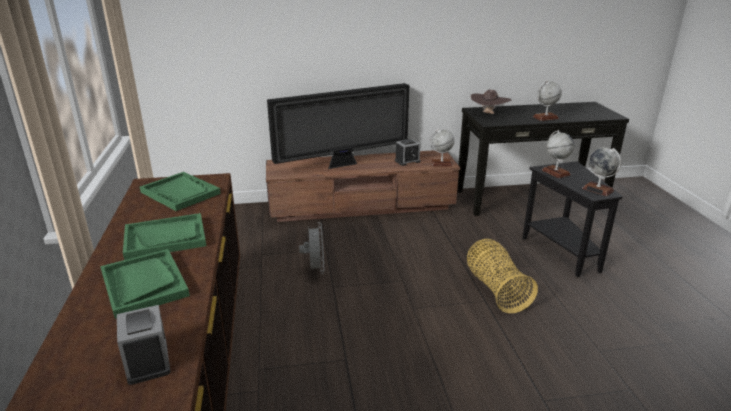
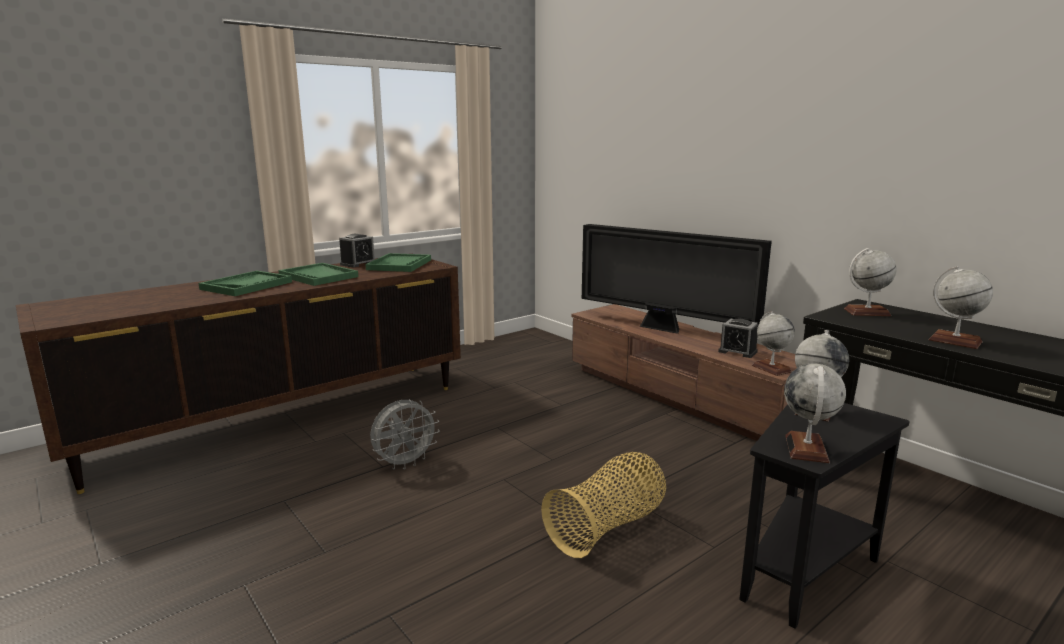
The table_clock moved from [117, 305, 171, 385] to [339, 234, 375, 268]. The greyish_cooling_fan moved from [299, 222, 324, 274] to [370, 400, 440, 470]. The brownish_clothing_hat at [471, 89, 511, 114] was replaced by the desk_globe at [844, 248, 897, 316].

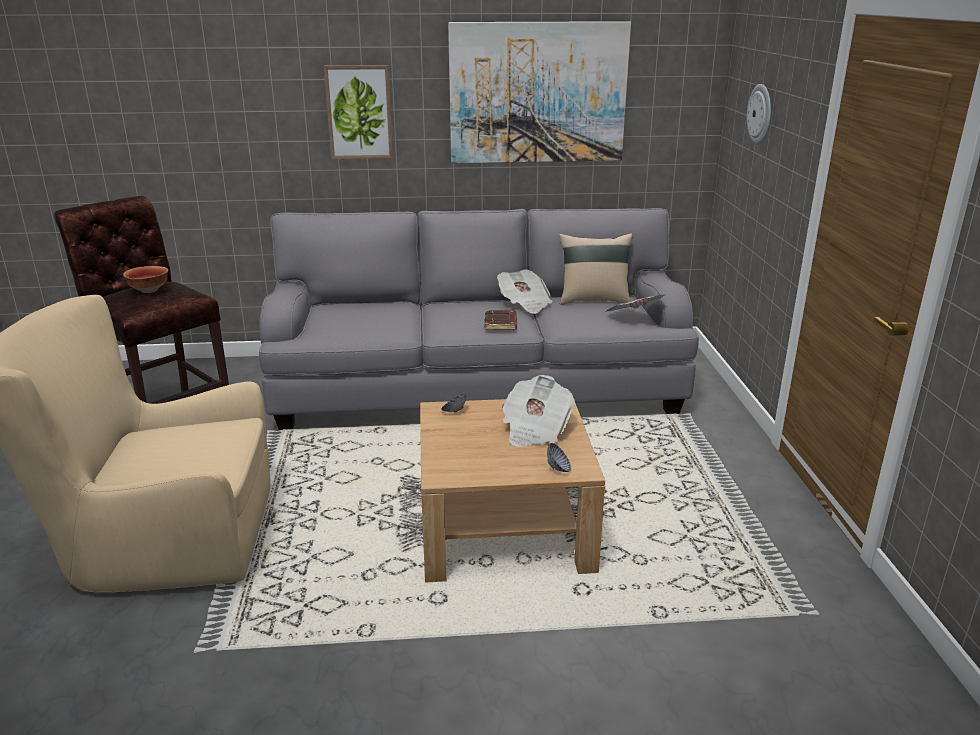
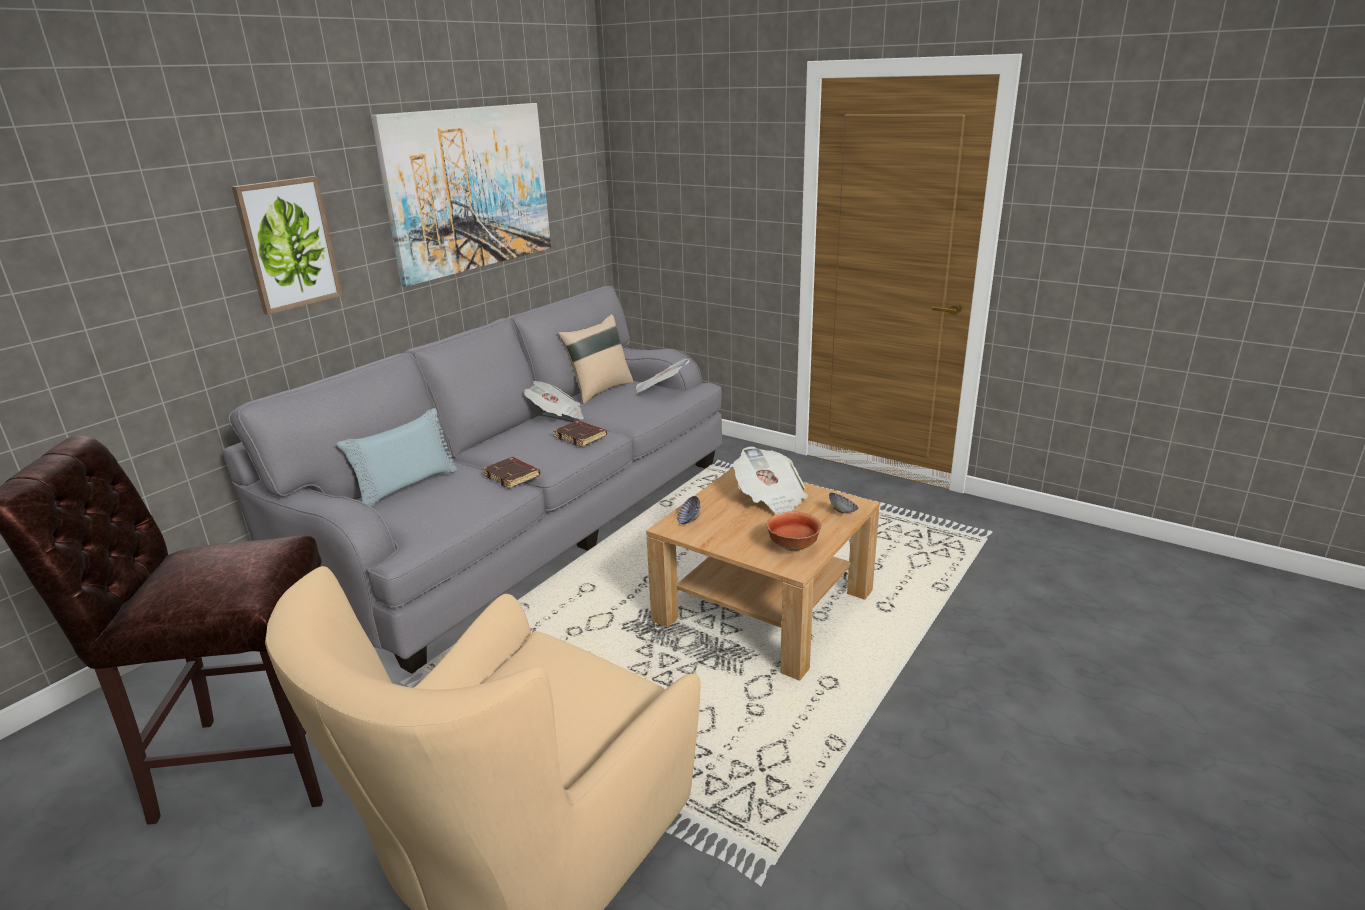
The blue-coloured_pillow at [337, 408, 457, 507] appeared. The brownish_volume at [482, 457, 540, 489] appeared. The serving_bowl moved from [123, 266, 168, 293] to [767, 511, 821, 551]. The wall_clock at [747, 84, 771, 144] disappeared.

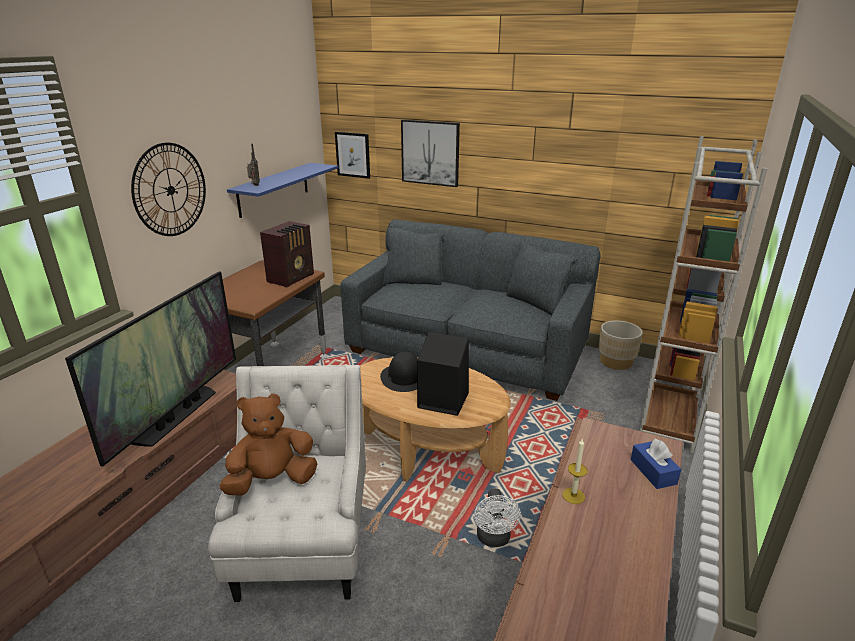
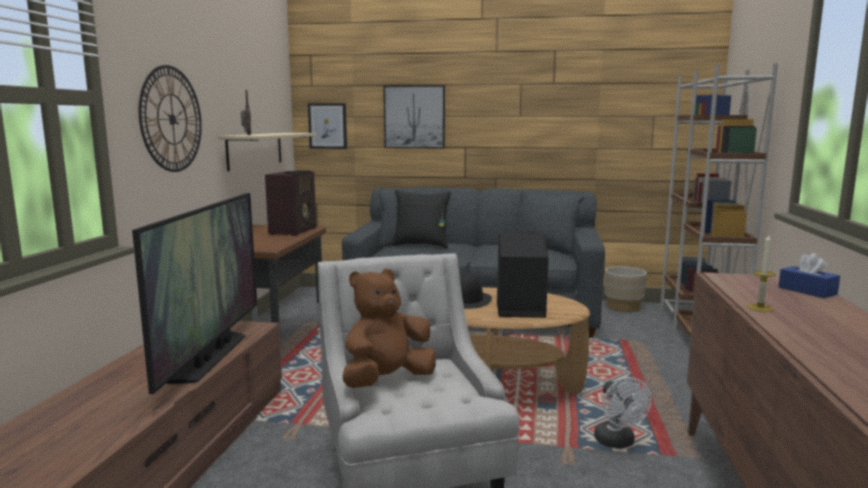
The blue-coloured_bracket_shelf at [227, 163, 338, 218] became the beige-coloured_bracket_shelf at [218, 133, 317, 171]. The black_pillow at [392, 190, 451, 249] appeared.

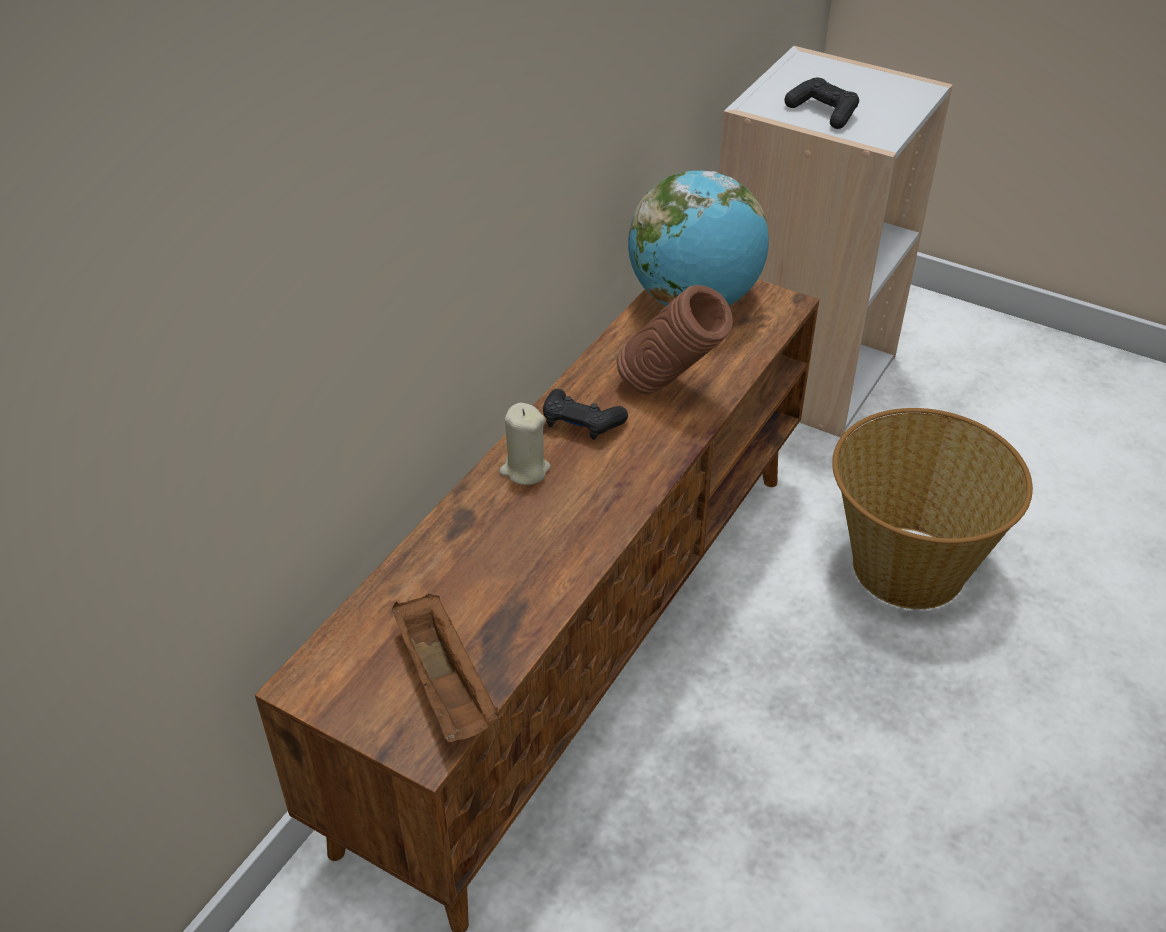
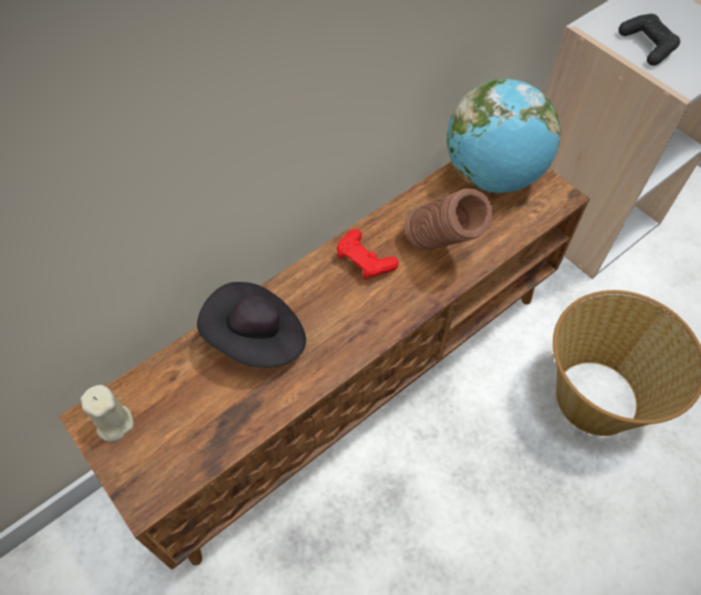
The beige-coloured_wax_candle moved from [499, 403, 551, 485] to [80, 385, 134, 442]. The black_clothing_hat at [197, 282, 306, 368] appeared. The black_game_controller at [543, 389, 628, 440] became the red_game_controller at [337, 229, 399, 279]. The brownish_tray at [392, 594, 499, 742] disappeared.

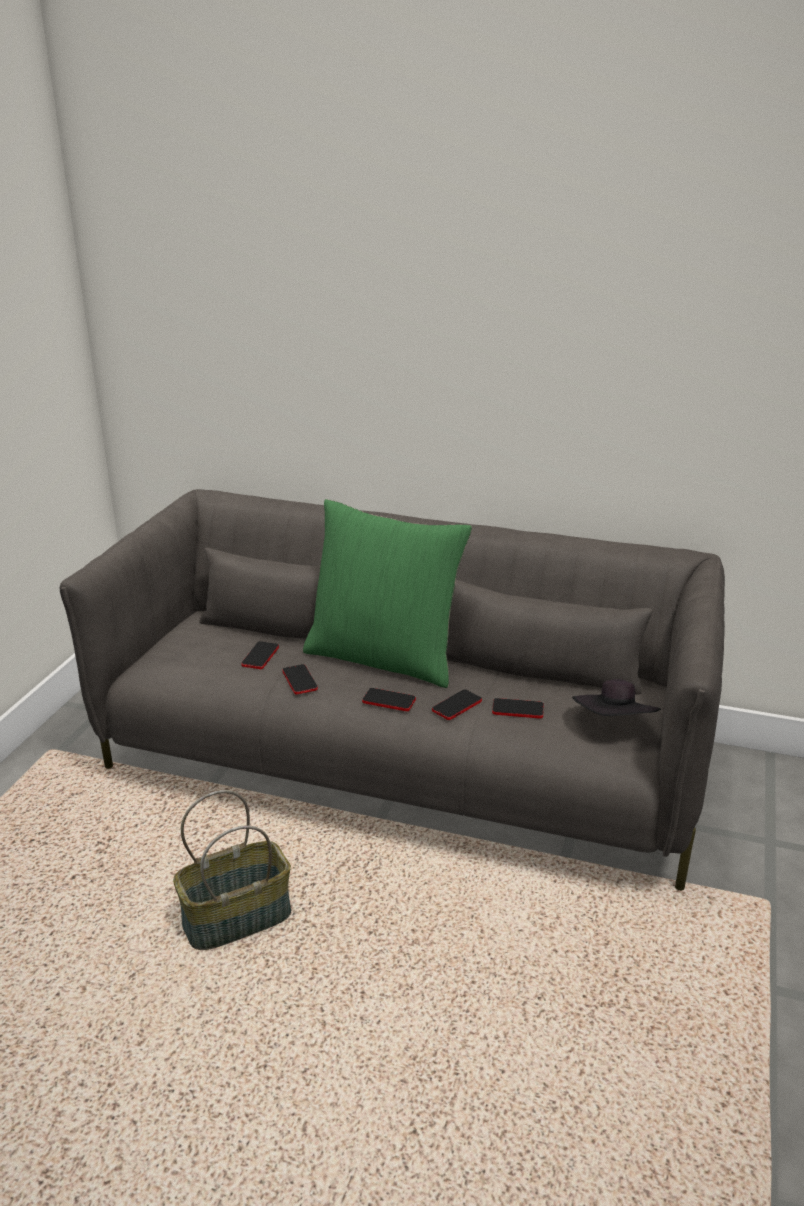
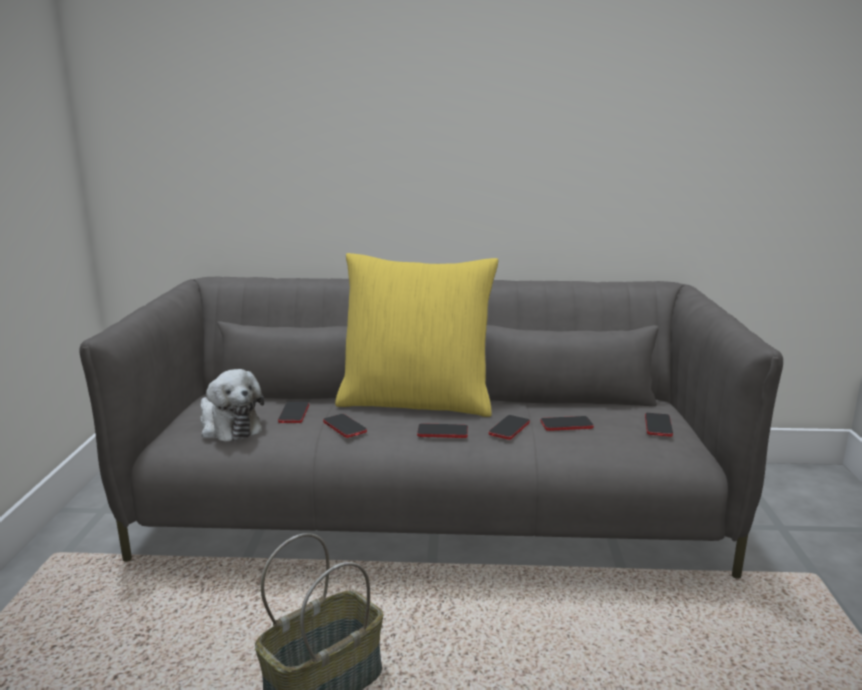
The cuddly_toy at [200, 369, 264, 441] appeared. The greenish_pillow at [303, 499, 472, 688] became the yellow-coloured_pillow at [335, 253, 499, 417]. The black_clothing_hat at [572, 679, 661, 716] was replaced by the telephone at [645, 413, 673, 437].

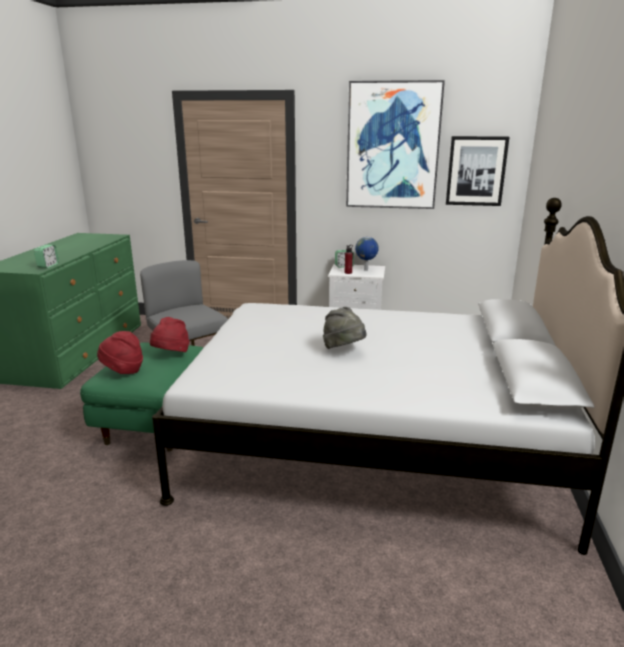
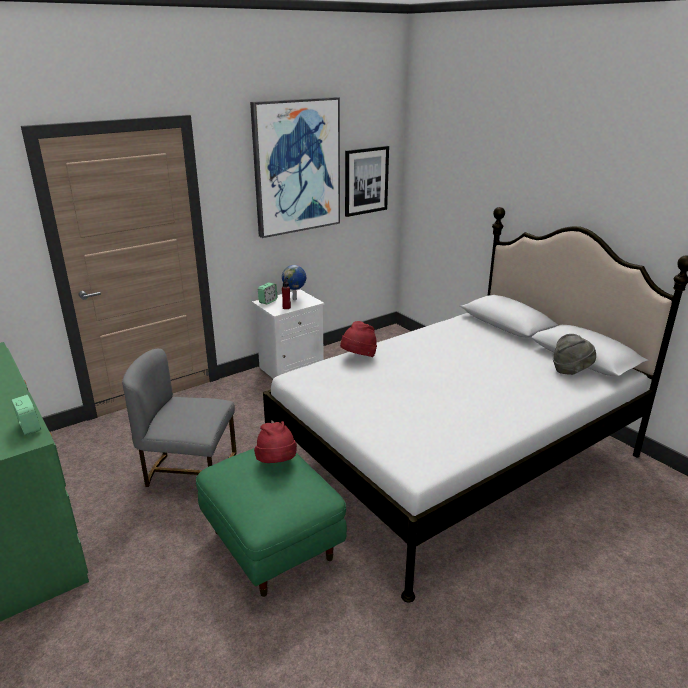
The red_clothing_hat moved from [97, 331, 143, 374] to [340, 321, 377, 357]. The greyish_clothing_hat moved from [323, 307, 367, 349] to [553, 334, 596, 375].

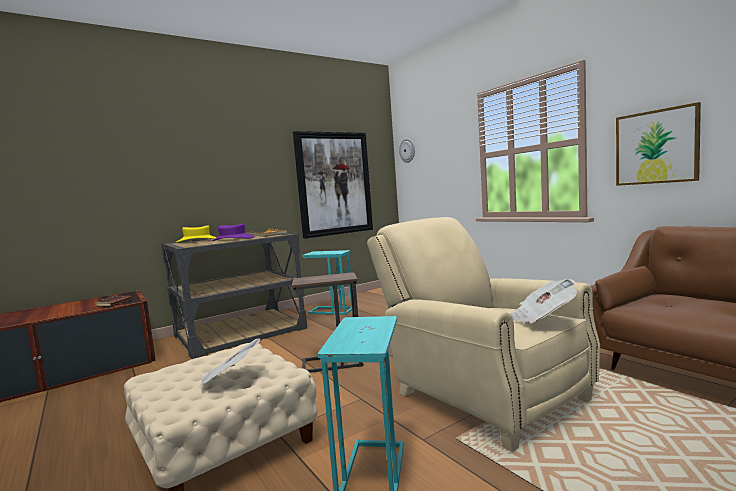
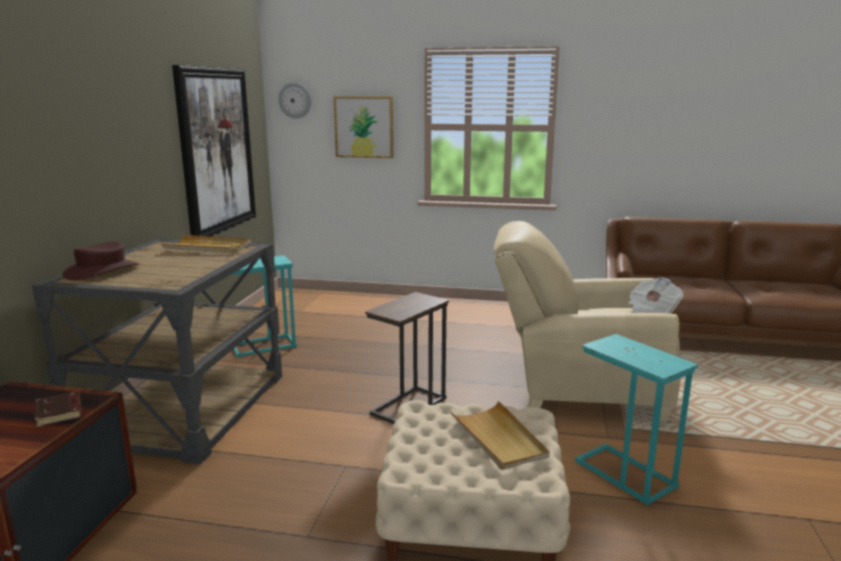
The yellow-coloured_clothing_hat at [175, 225, 217, 243] became the brownish_clothing_hat at [62, 241, 140, 280]. The picture moved from [616, 102, 701, 186] to [334, 96, 393, 158]. The daily_paper at [199, 338, 260, 387] was replaced by the beige-coloured_tray at [450, 401, 550, 470]. The purple-coloured_clothing_hat at [212, 224, 254, 241] disappeared.

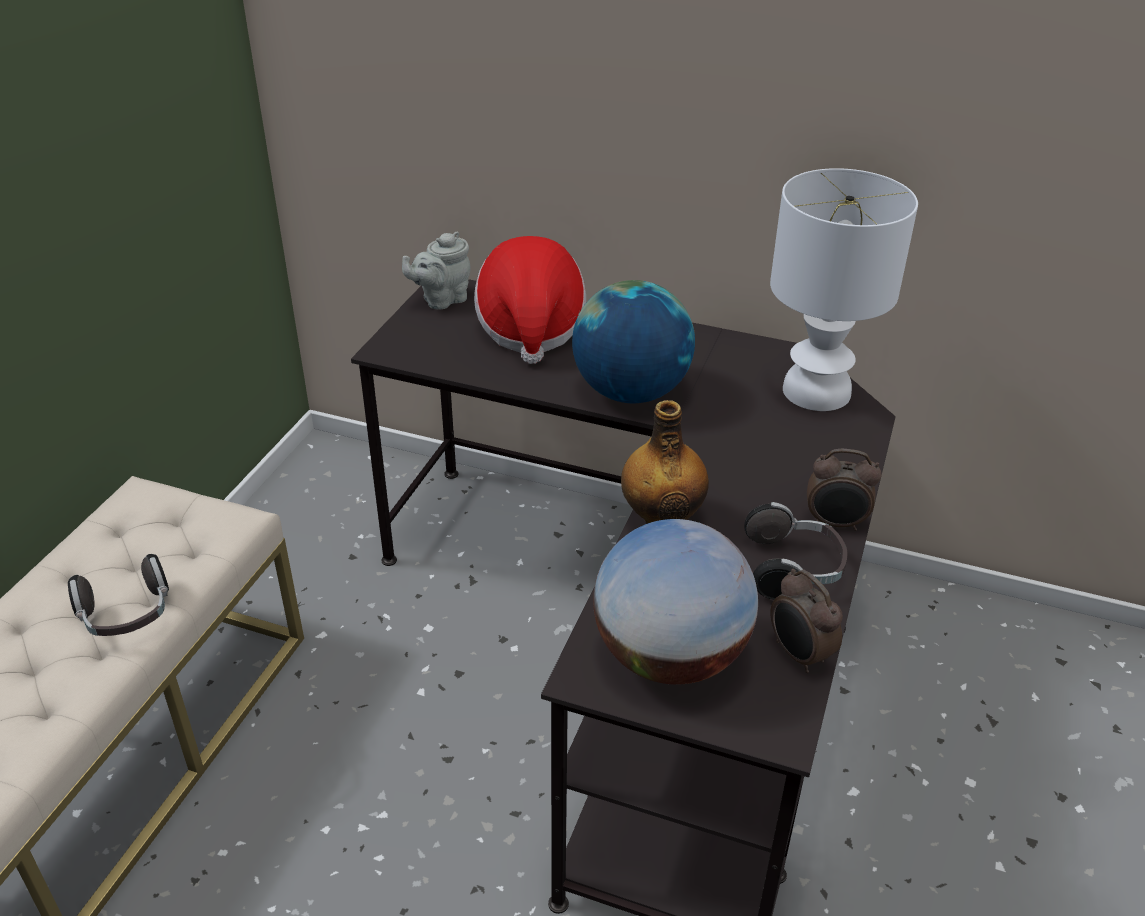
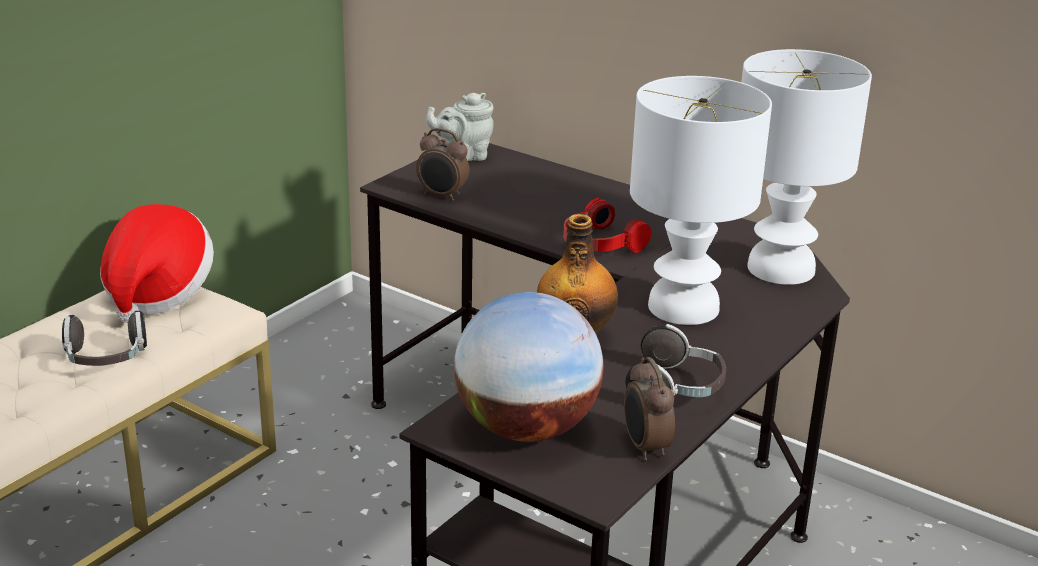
The clothing_hat moved from [474, 236, 586, 364] to [100, 204, 214, 323]. The table_clock moved from [807, 449, 882, 531] to [416, 128, 469, 201]. The desk_globe at [572, 280, 695, 403] was replaced by the headphones at [563, 197, 652, 253]. The white_tabletop_lamp at [630, 76, 772, 325] appeared.

